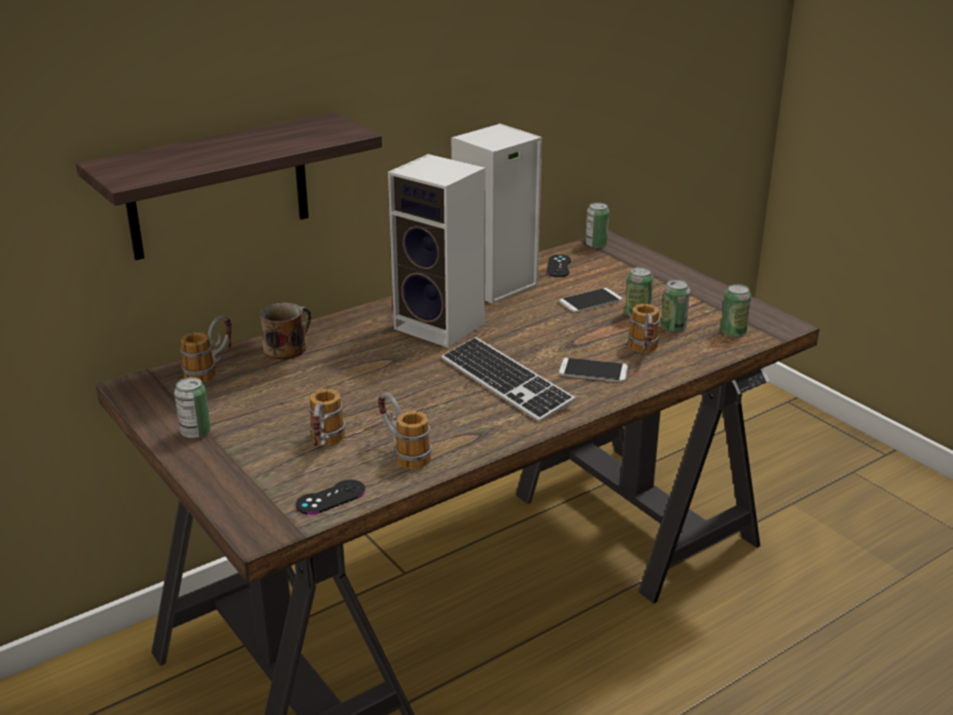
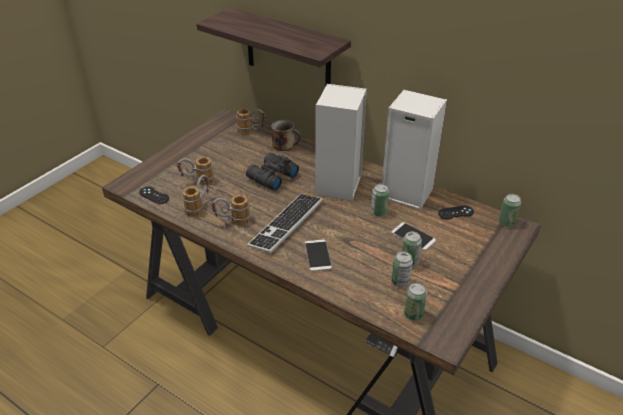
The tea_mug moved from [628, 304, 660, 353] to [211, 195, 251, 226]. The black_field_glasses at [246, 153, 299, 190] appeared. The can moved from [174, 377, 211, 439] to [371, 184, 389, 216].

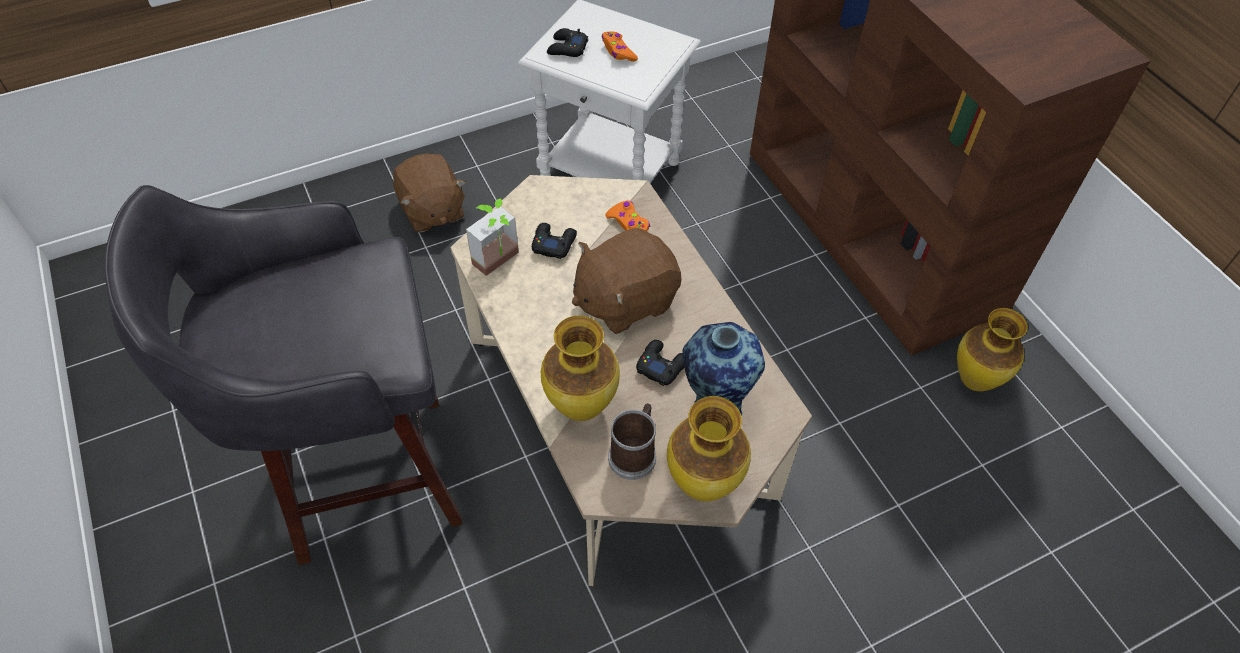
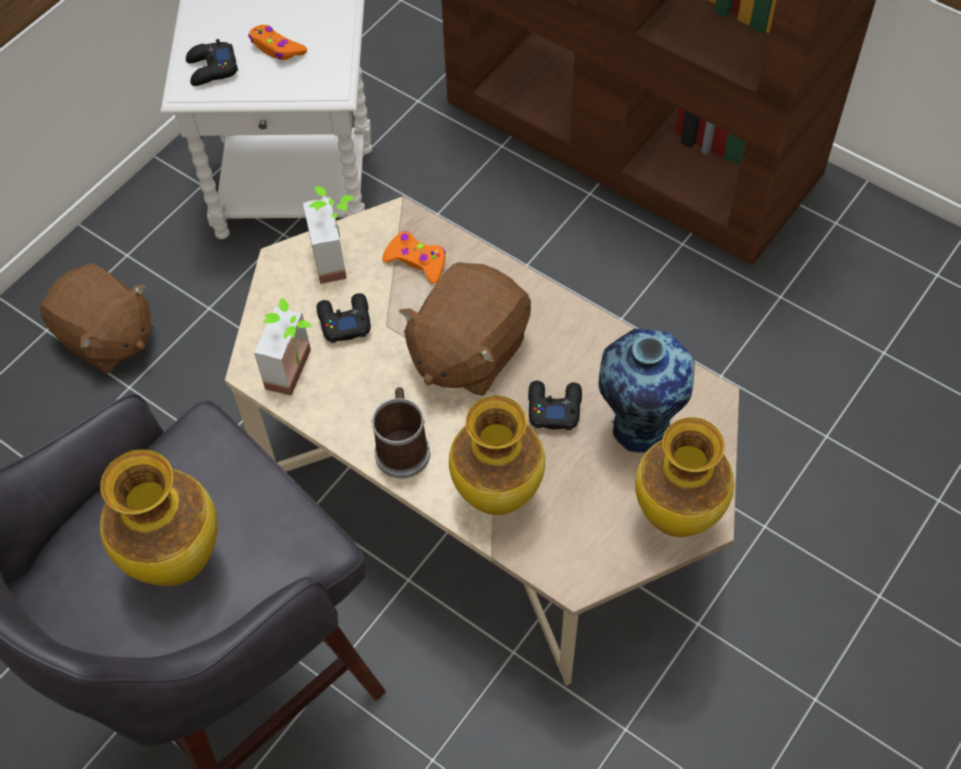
The decorative_vase moved from [957, 308, 1028, 392] to [100, 449, 218, 586]. The houseplant at [303, 186, 355, 284] appeared. The tea_mug moved from [608, 403, 656, 480] to [371, 387, 430, 479].

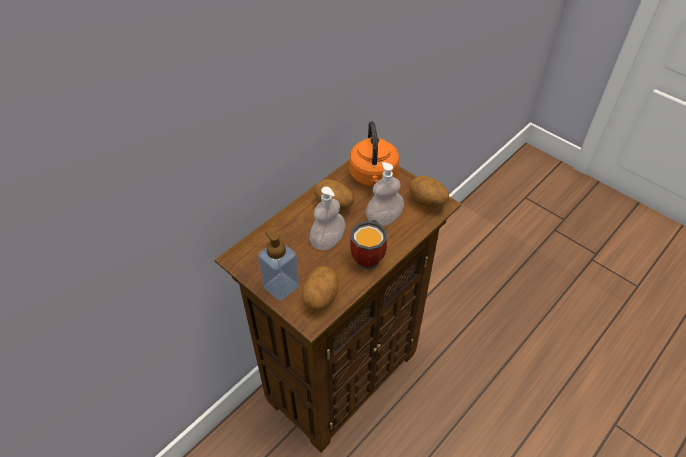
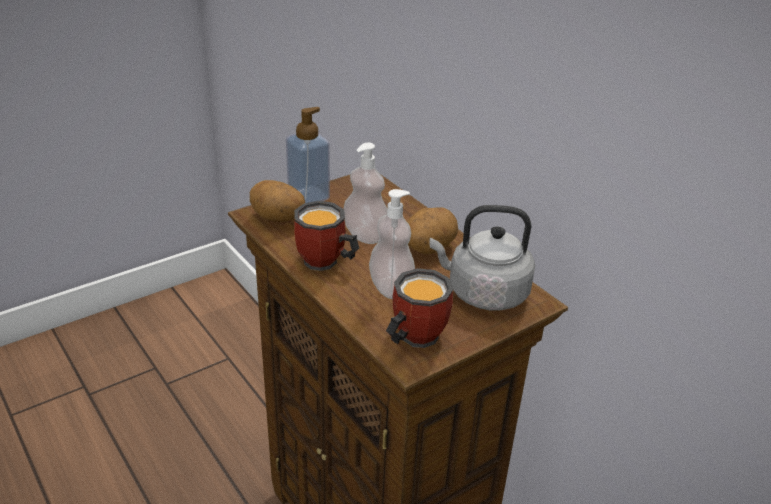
The spud at [409, 176, 449, 208] was replaced by the tea_mug at [386, 268, 453, 348]. The orange-coloured_tea_kettle at [349, 121, 399, 187] became the greyish_tea_kettle at [429, 205, 535, 310].

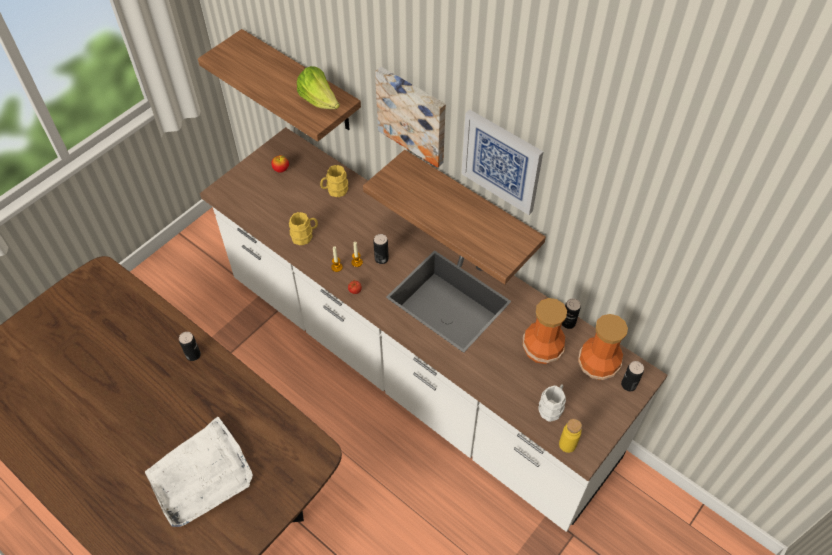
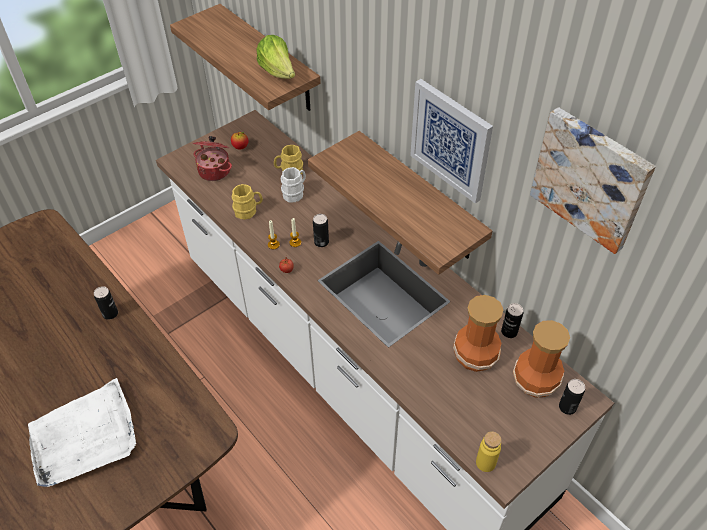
The stockpot at [193, 136, 232, 181] appeared. The white_tea_mug moved from [538, 384, 566, 422] to [281, 167, 306, 203]. The picture moved from [375, 67, 446, 168] to [530, 107, 656, 254].

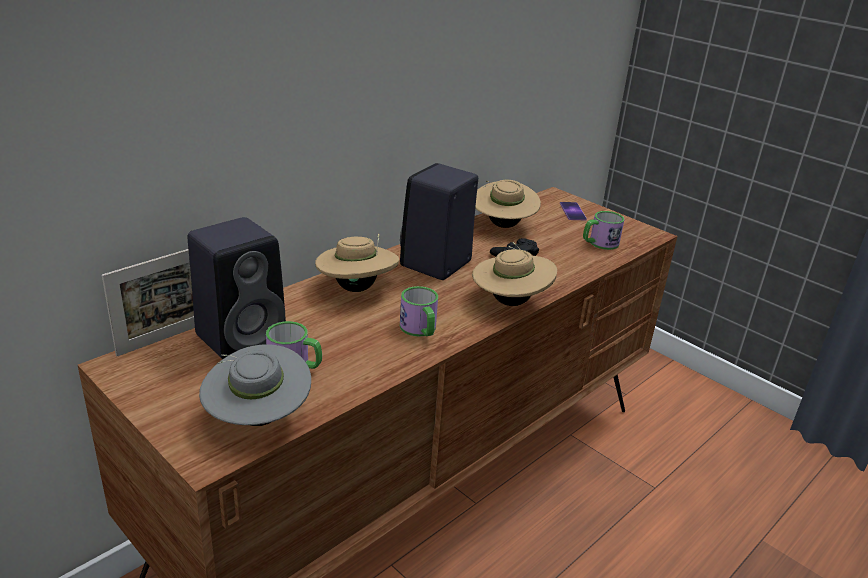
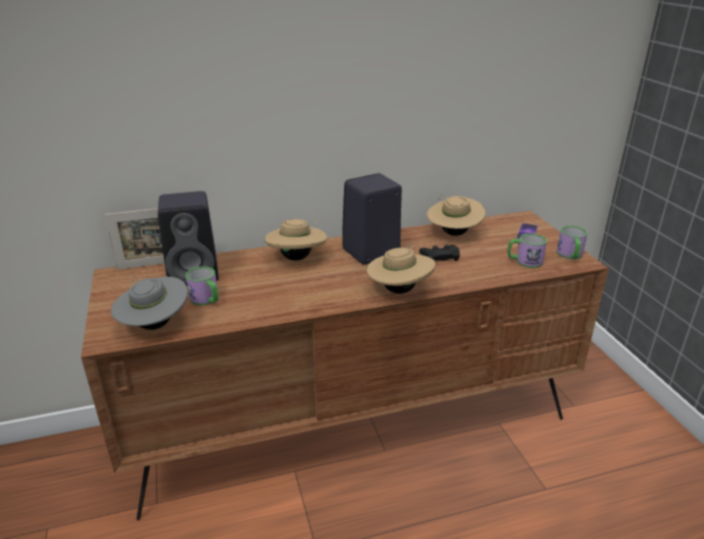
The tea_mug moved from [400, 286, 438, 337] to [557, 226, 588, 259].

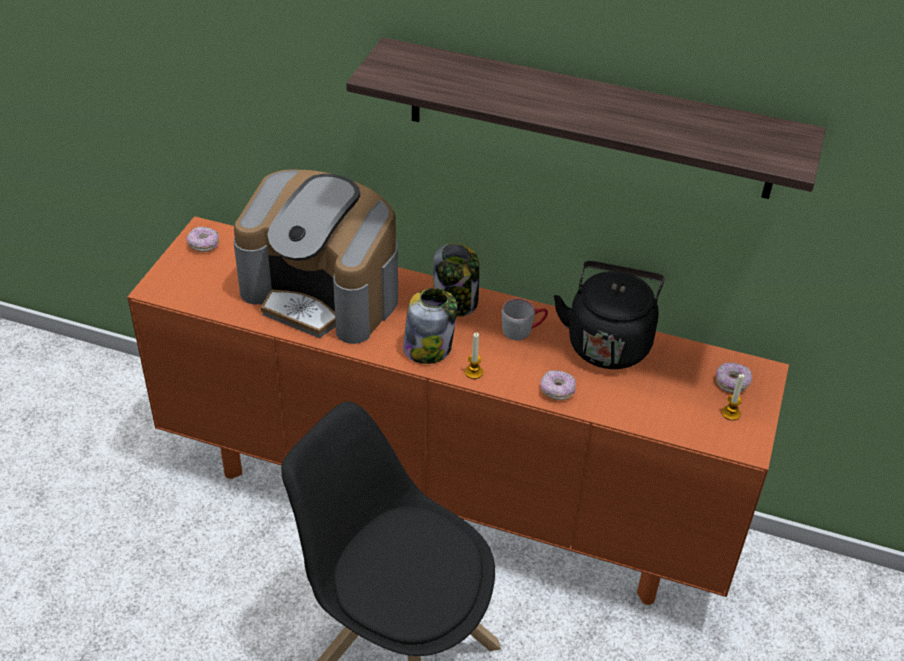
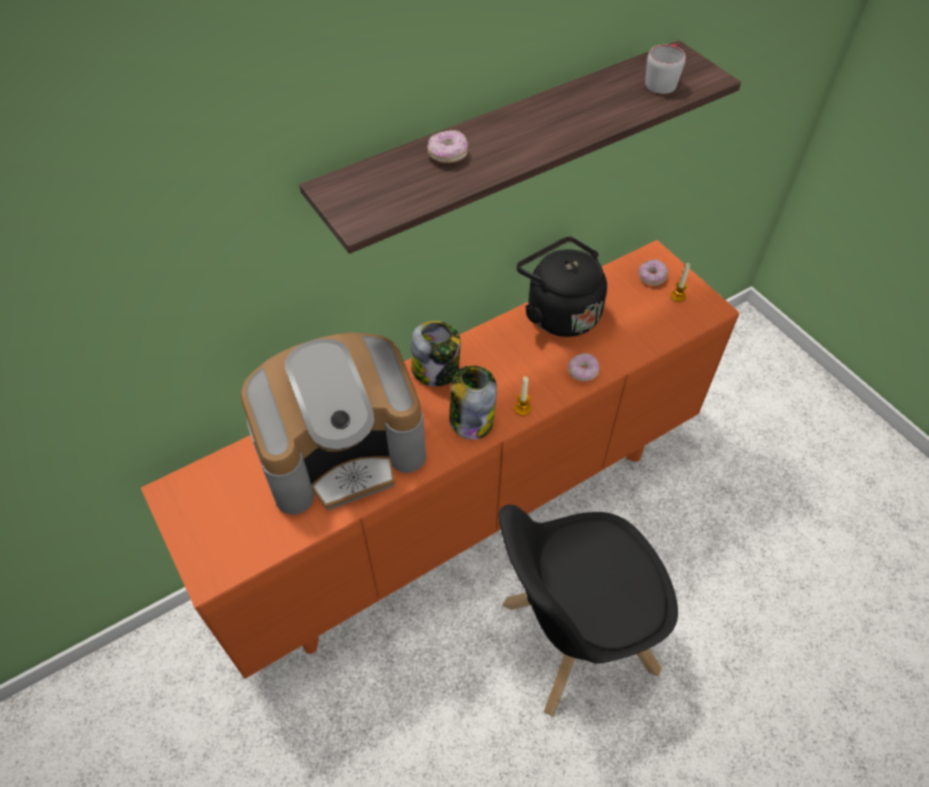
The doughnut moved from [187, 226, 219, 252] to [428, 130, 468, 163]. The greyish_tea_mug moved from [502, 299, 548, 340] to [645, 44, 686, 94].

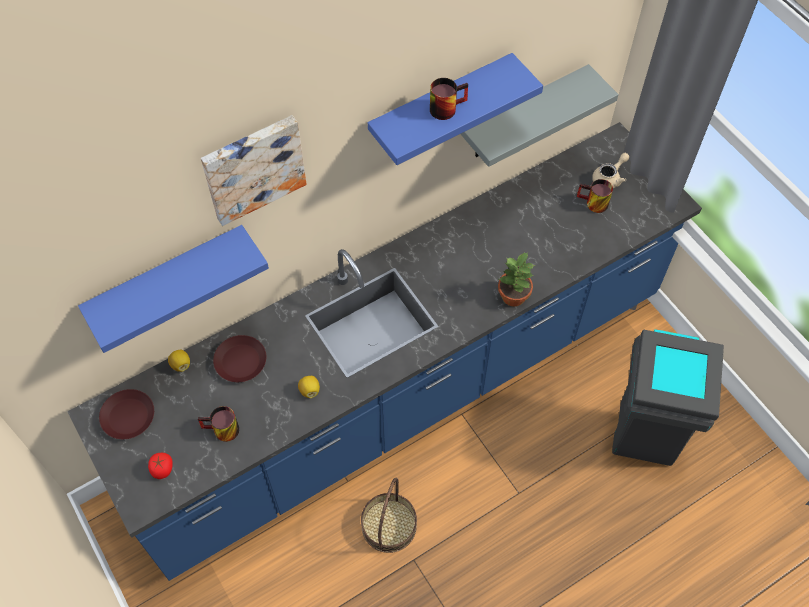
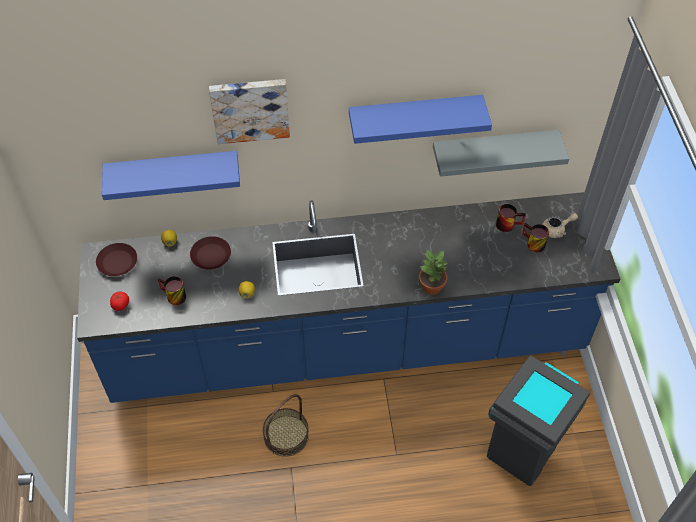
The tea_mug moved from [430, 78, 468, 120] to [496, 204, 526, 232].

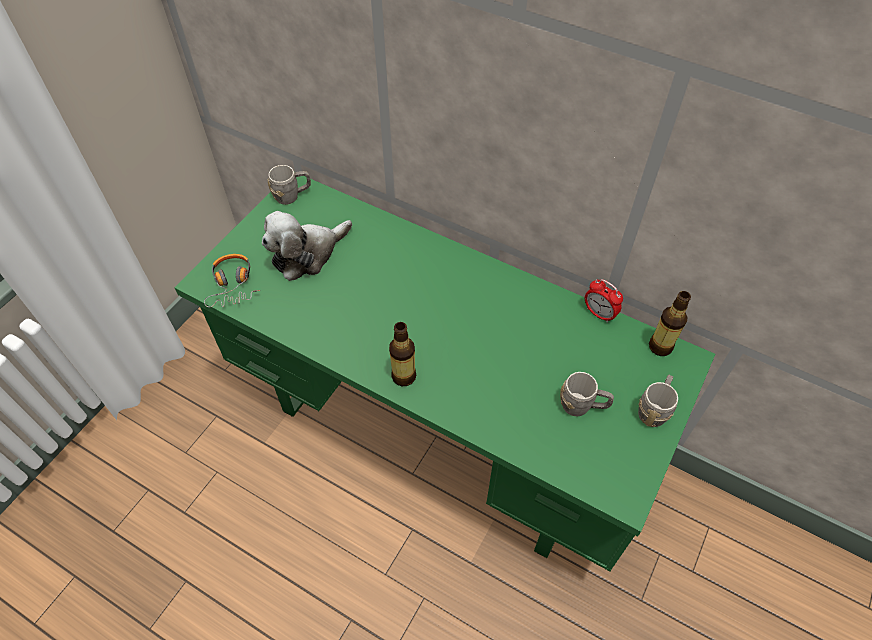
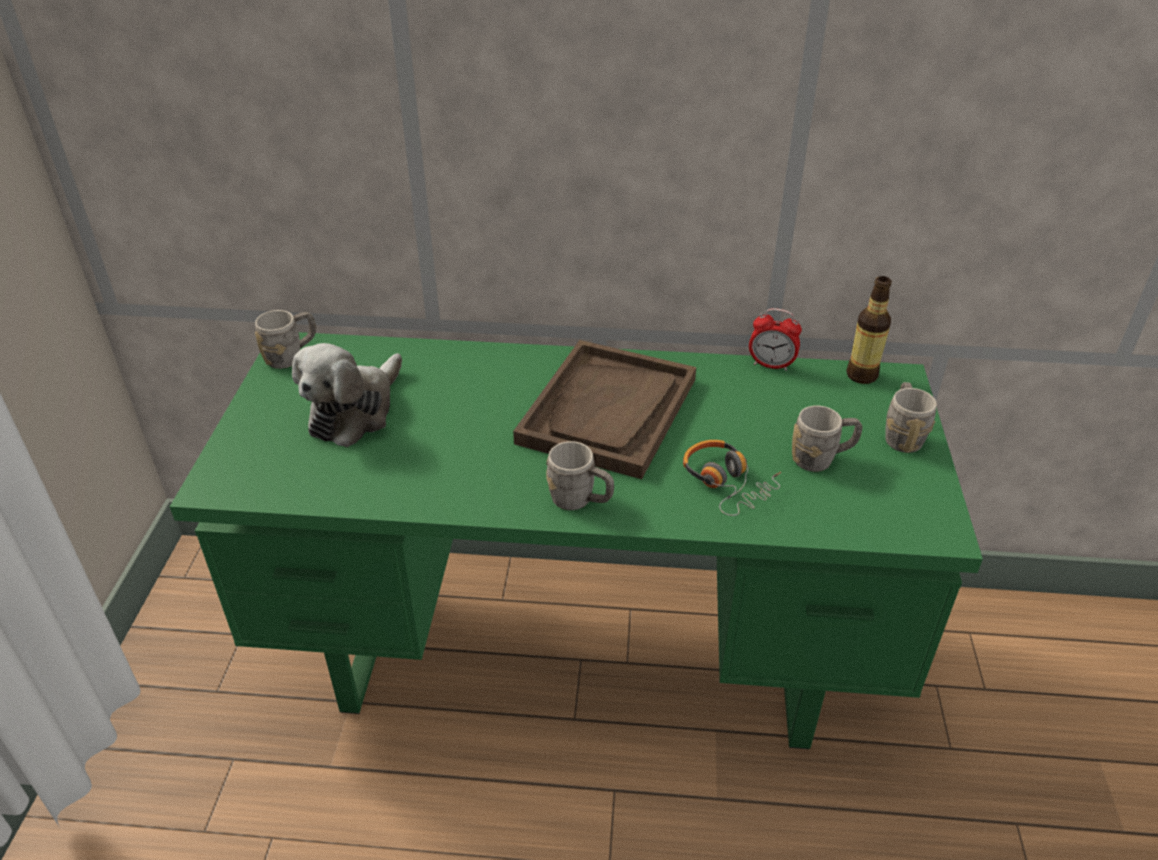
The brownish_tray at [513, 340, 696, 479] appeared. The beverage_bottle at [389, 322, 416, 386] was replaced by the greyish_tea_mug at [546, 441, 614, 510]. The headphones moved from [204, 254, 260, 307] to [683, 440, 781, 516].

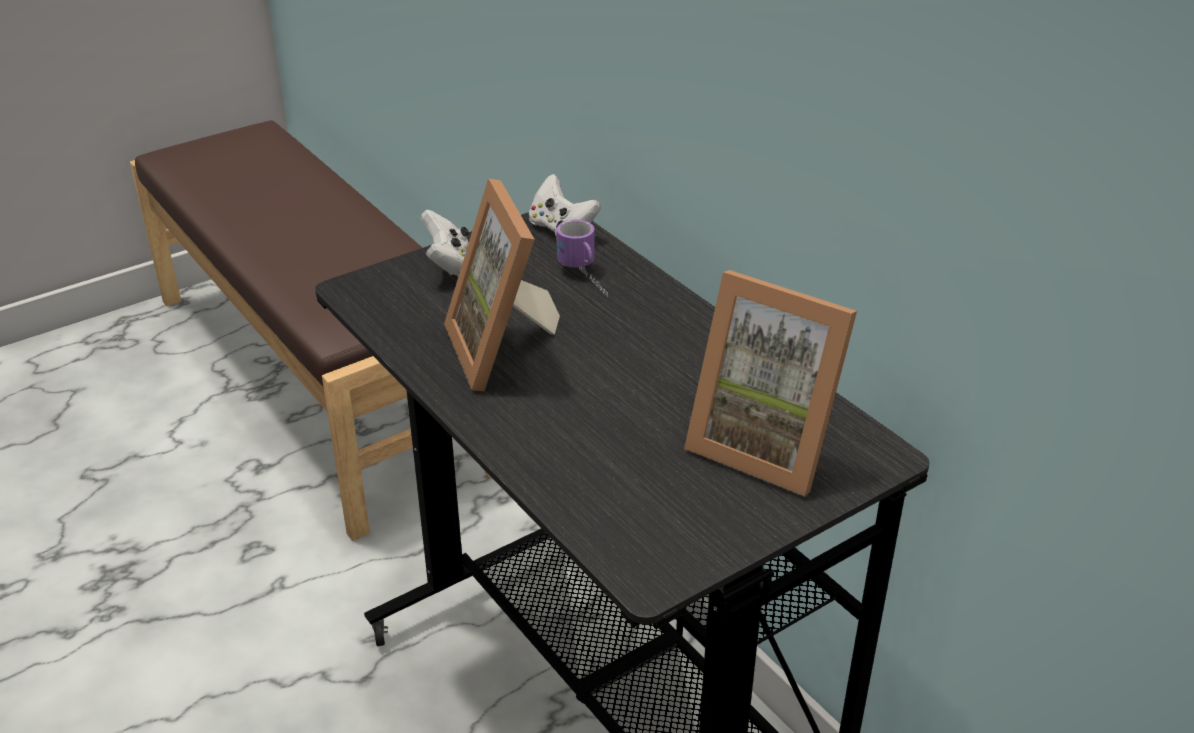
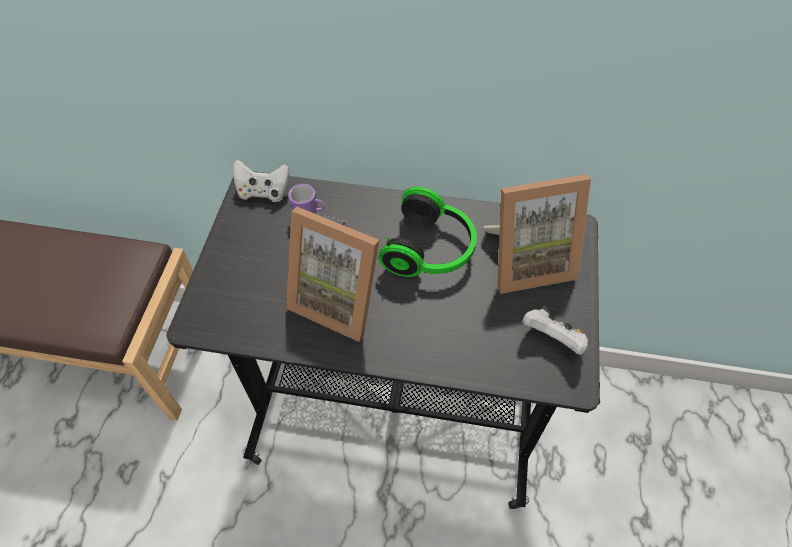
The headphones at [378, 187, 477, 277] appeared. The white_game_controller moved from [421, 210, 469, 276] to [522, 306, 588, 355].

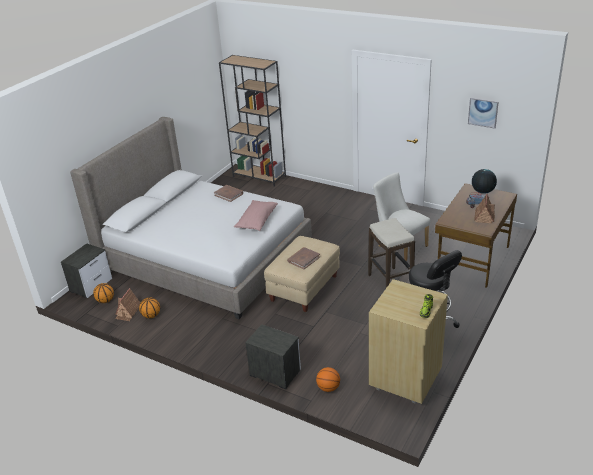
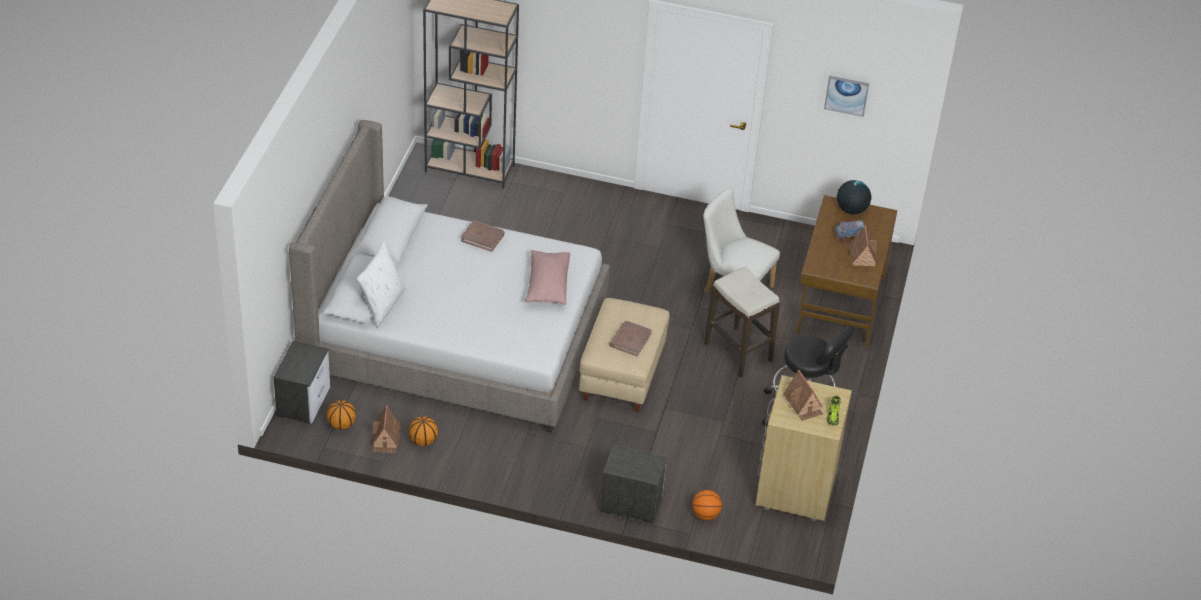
The white_pillow at [357, 241, 405, 327] appeared. The miniature_house at [783, 370, 823, 421] appeared.

